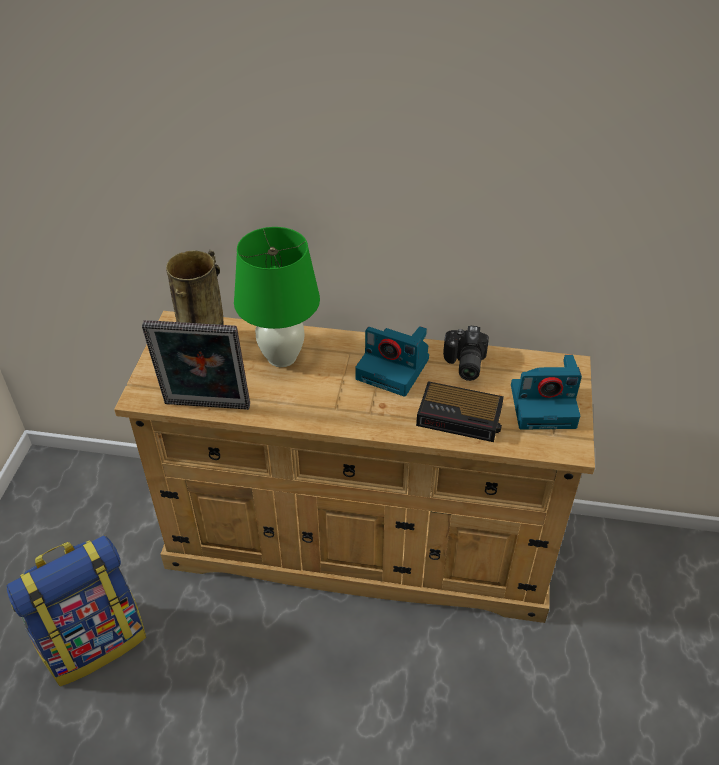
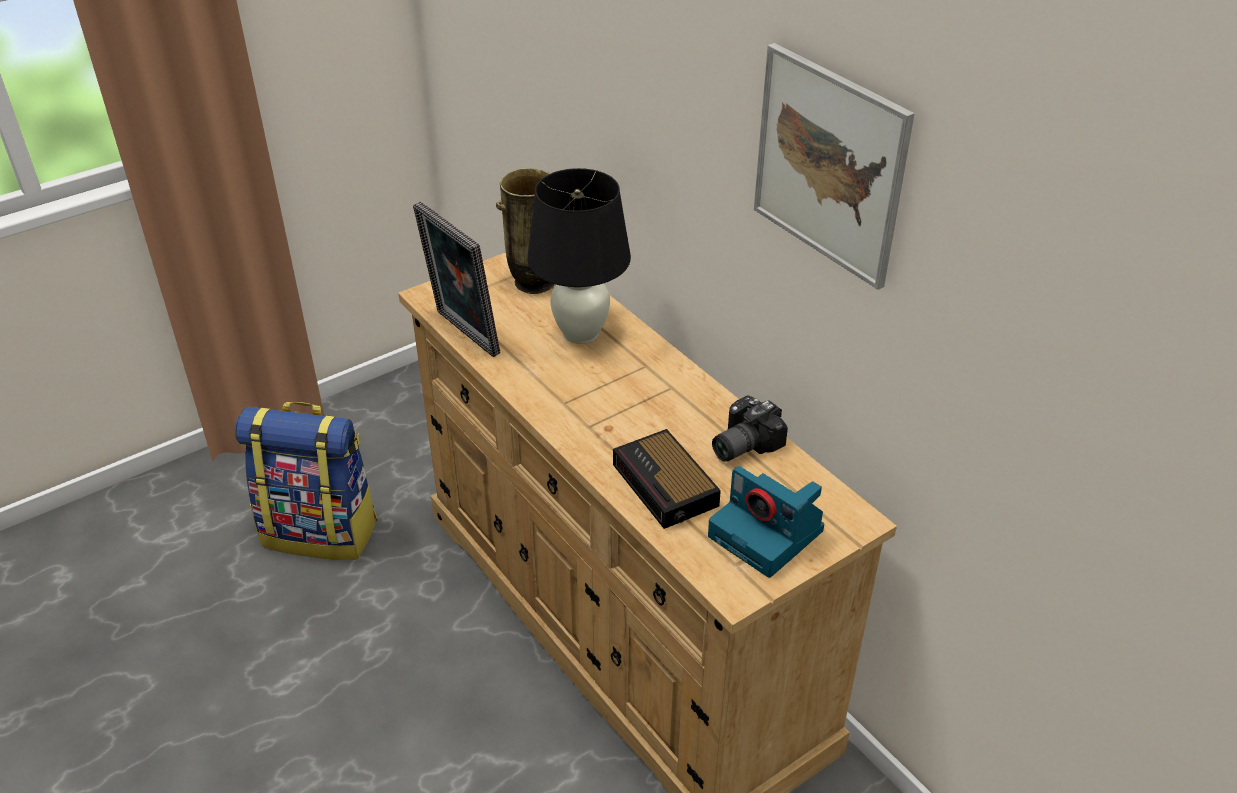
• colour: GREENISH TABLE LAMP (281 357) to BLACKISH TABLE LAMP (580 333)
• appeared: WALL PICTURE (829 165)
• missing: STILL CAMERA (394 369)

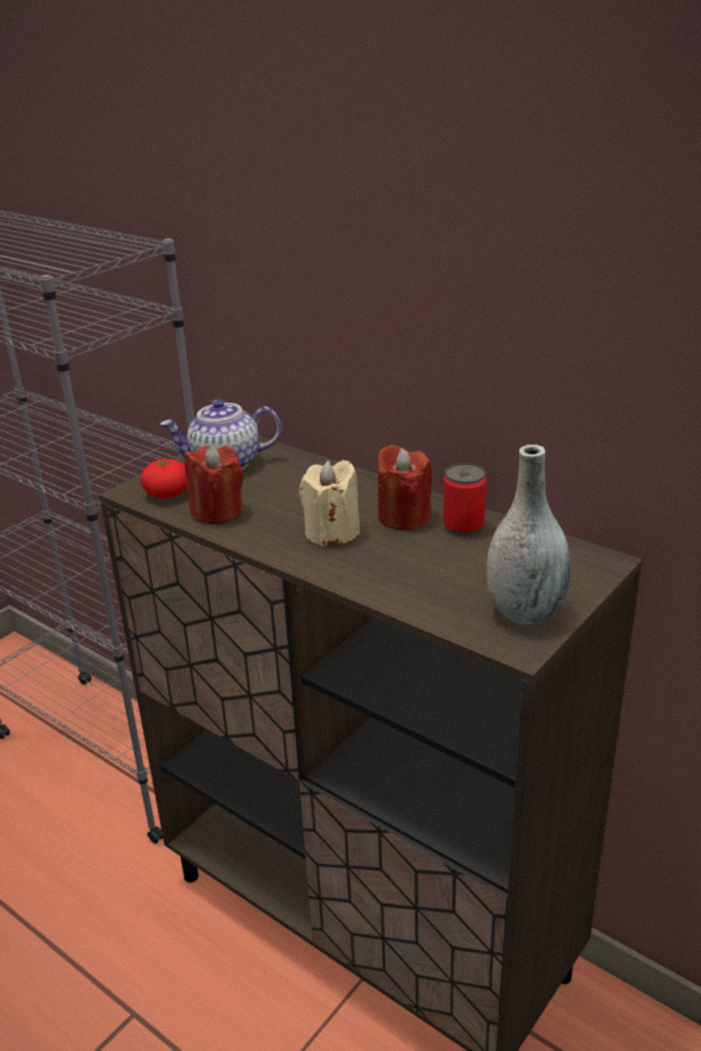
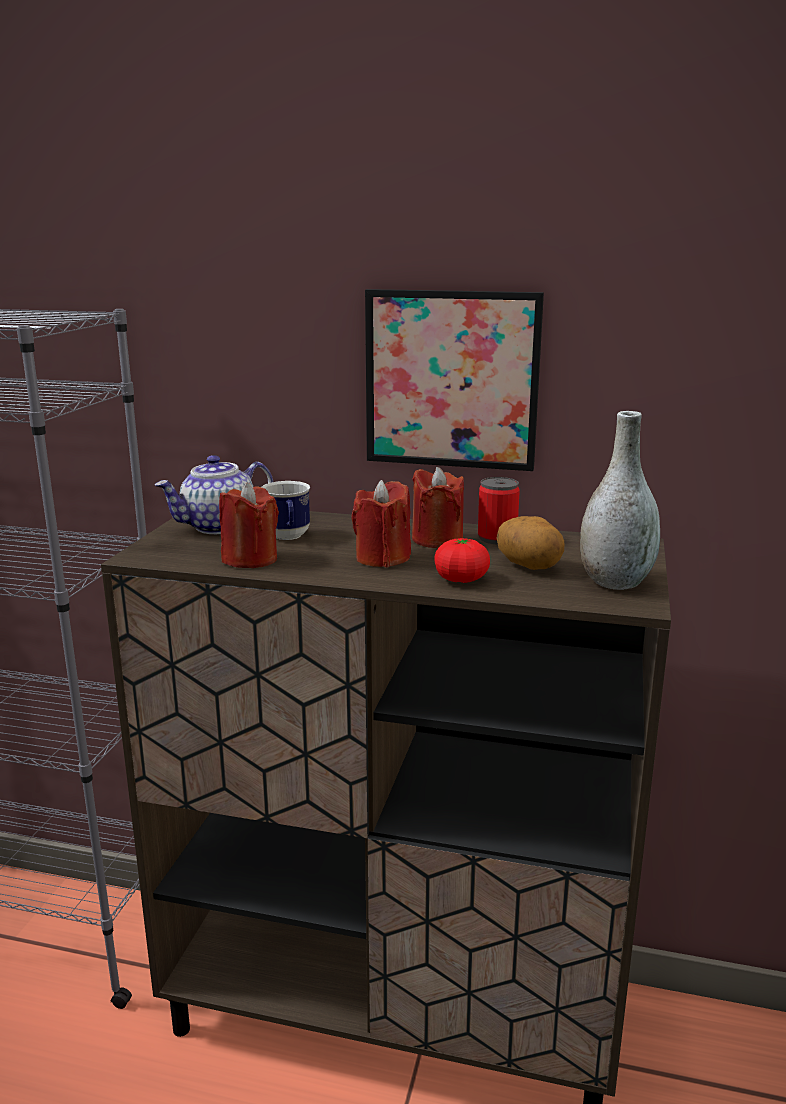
• appeared: MUG (288 537)
• colour: BEIGE WAX LIGHT (331 533) to REDDISH WAX LIGHT (382 558)
• appeared: WALL PICTURE (451 380)
• relocated: TOMATO (167 494) to (461 579)
• appeared: POTATO (529 566)

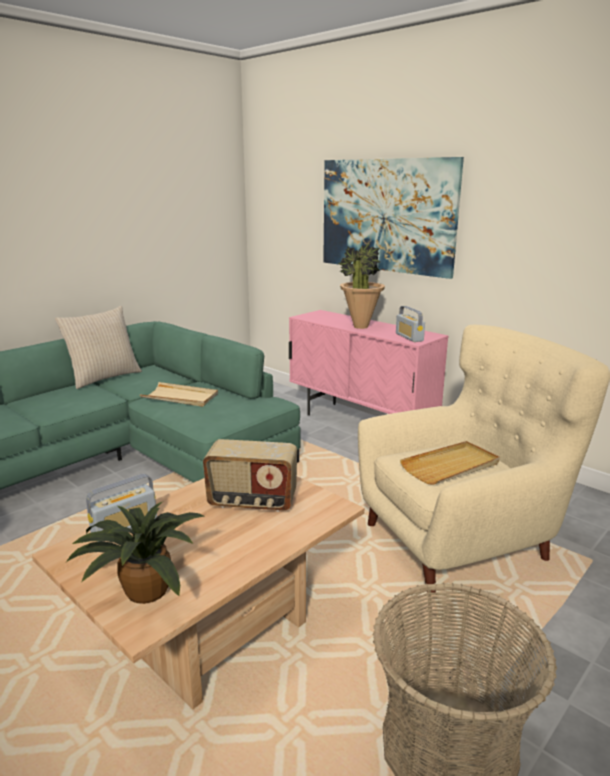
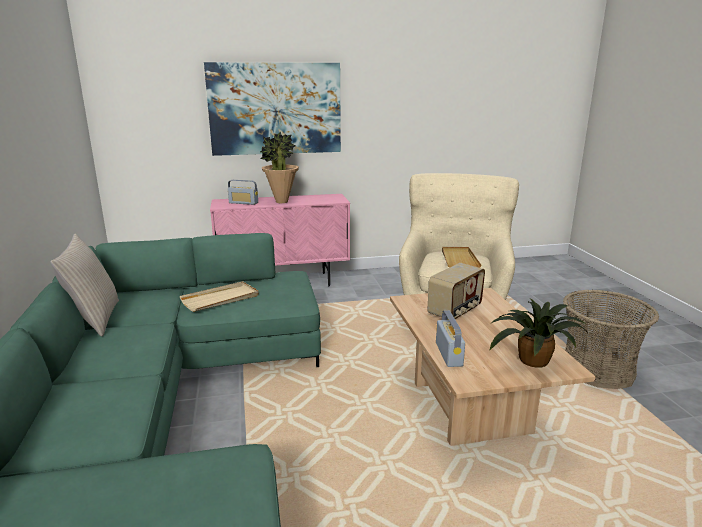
• relocated: RADIO (409 337) to (243 203)

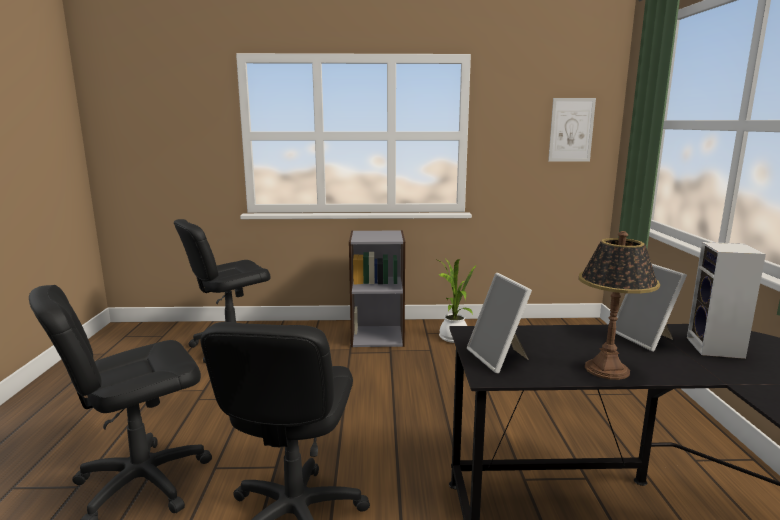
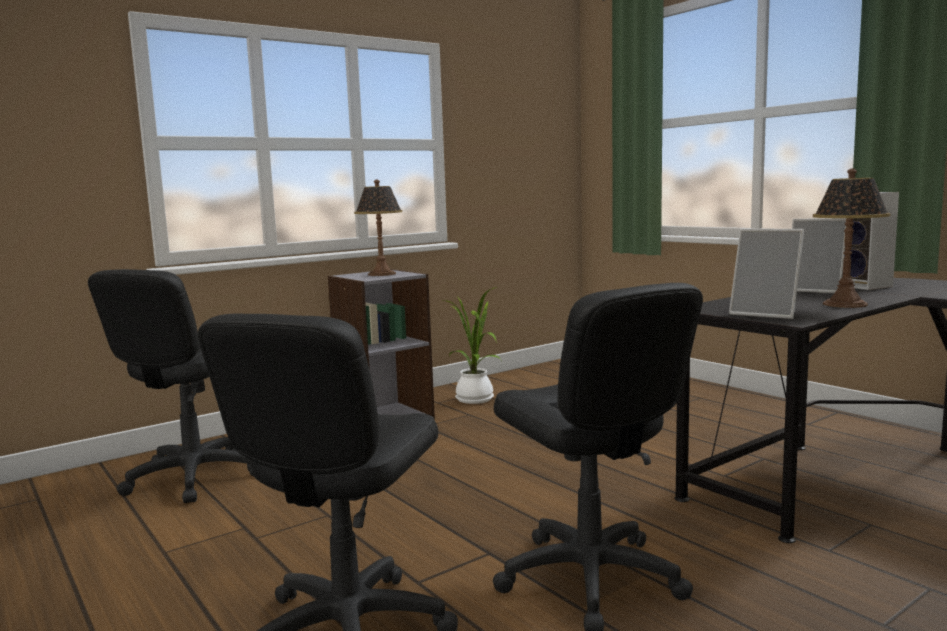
• appeared: TABLE LAMP (382 274)
• missing: WALL PICTURE (571 130)

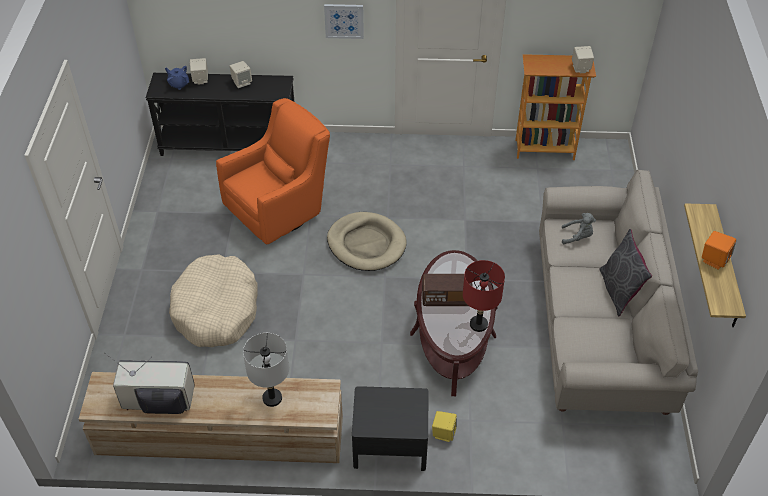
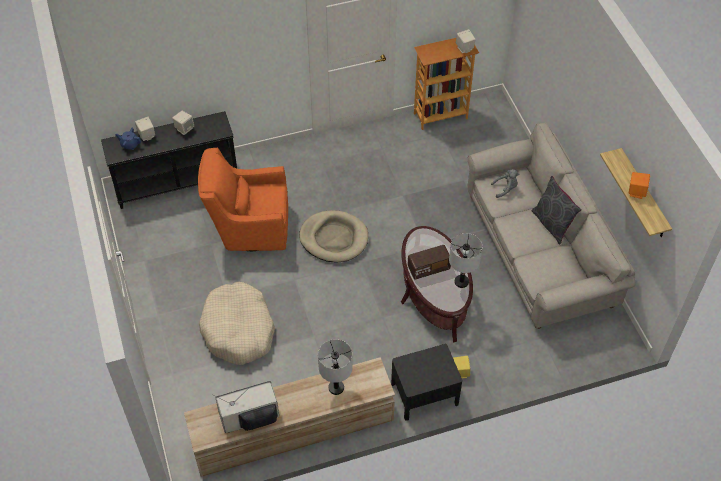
• spun: ORANGE-COLOURED LOUNGE CHAIR (280 210) = (249 229) 120 degrees counterclockwise
• colour: REDDISH TABLE LAMP (478 324) to GREYISH TABLE LAMP (461 282)
• missing: WALL PICTURE (344 20)

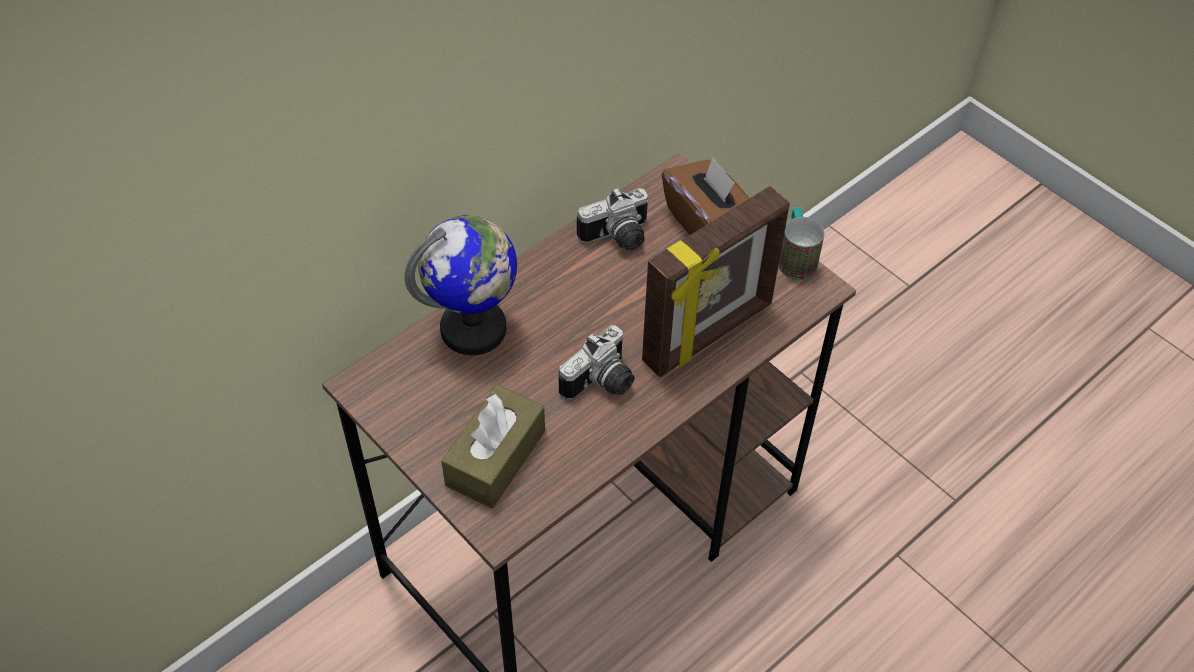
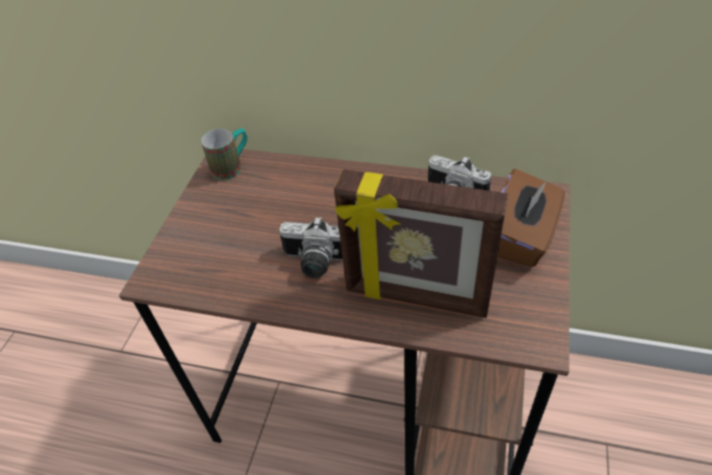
• relocated: MUG (796 258) to (232 166)
• missing: WORLD GLOBE (474 329)
• missing: BROWN BOX OF TISSUES (495 458)

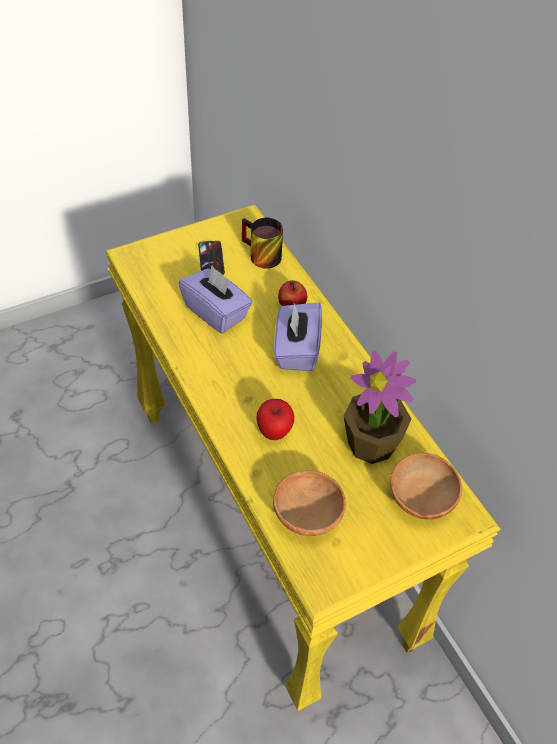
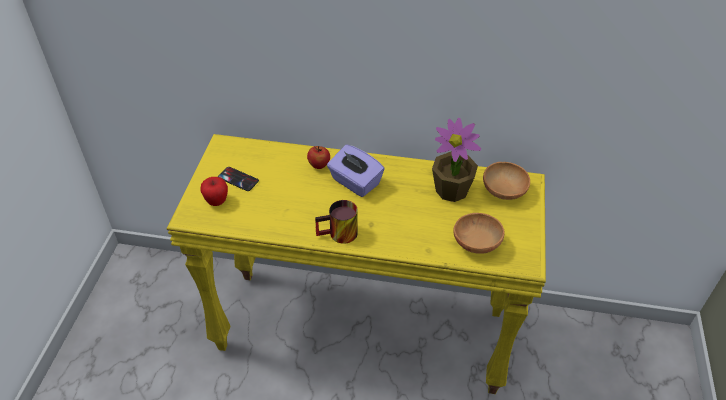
• relocated: WHOLE APPLE (274 432) to (217 201)
• relocated: MUG (259 256) to (339 235)
• missing: PURPLE-COLOURED BOX OF TISSUES (216 312)

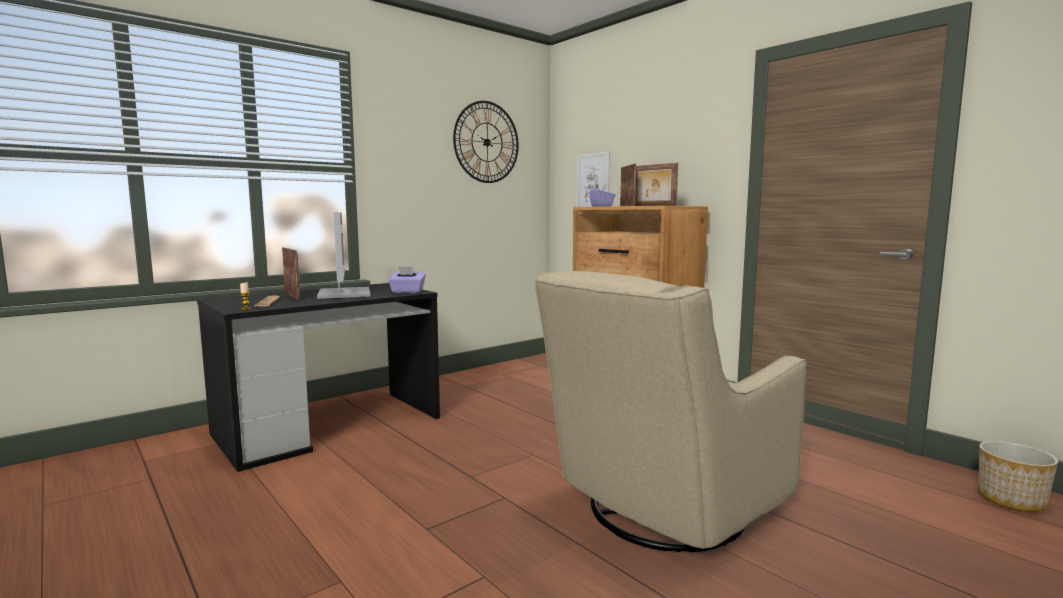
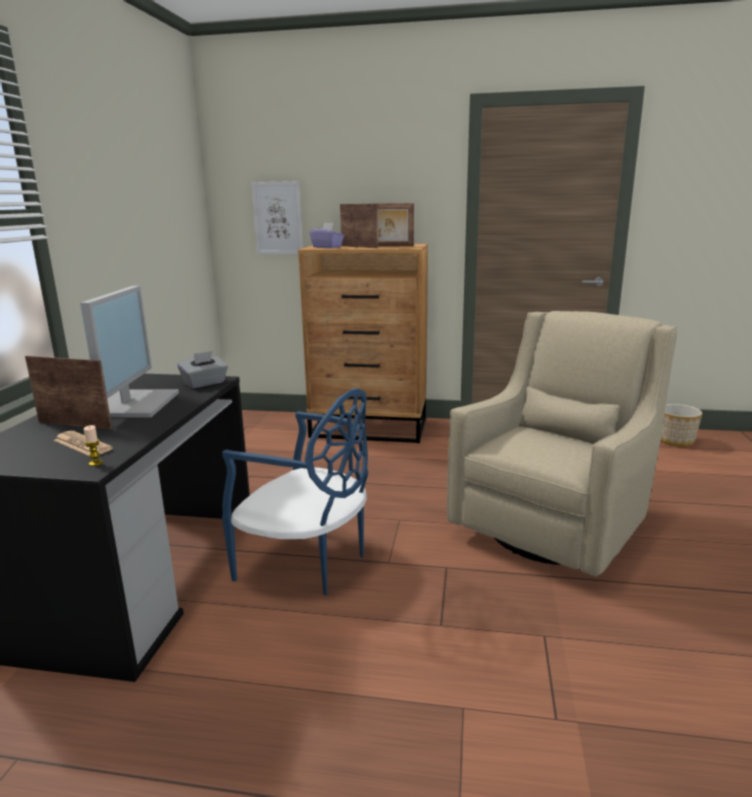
• spun: COMPUTER SCREEN (343 293) = (132 404) 60 degrees clockwise
• colour: PURPLE-COLOURED BOX OF TISSUES (407 292) to GREYISH BOX OF TISSUES (205 383)
• appeared: BLUE-COLOURED UPRIGHT CHAIR (307 563)
• spun: BEIGE LOUNGE CHAIR (660 512) = (554 526) 150 degrees counterclockwise
• missing: CLOCK ON THE WALL (487 142)

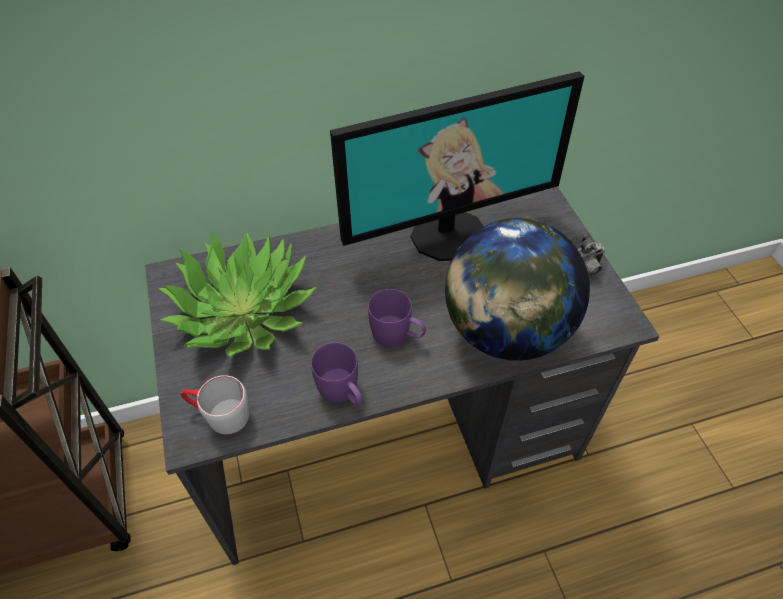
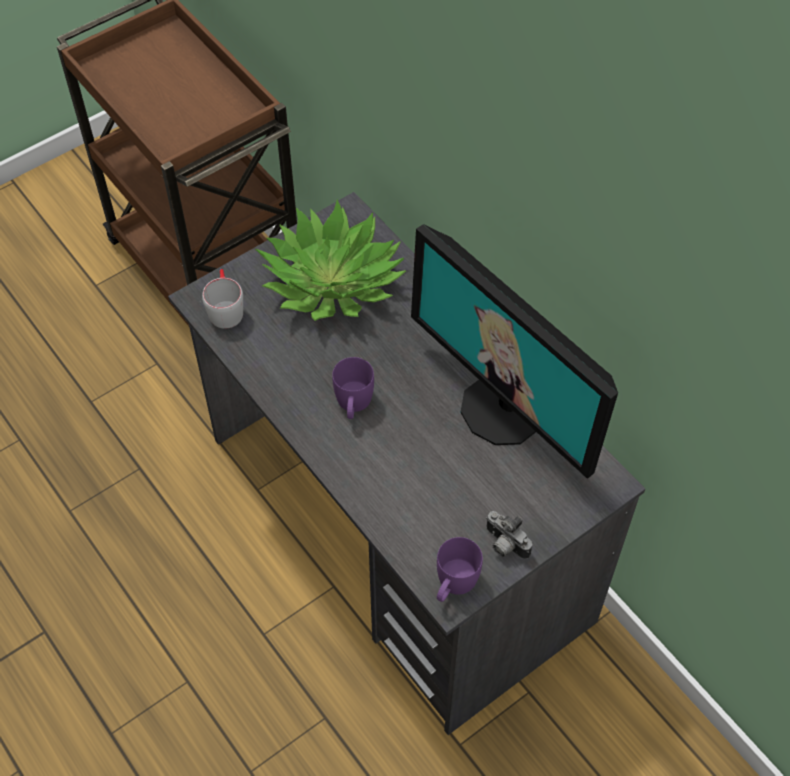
• relocated: PURPLE-COLOURED MUG (342 393) to (453 585)
• missing: WORLD GLOBE (505 331)

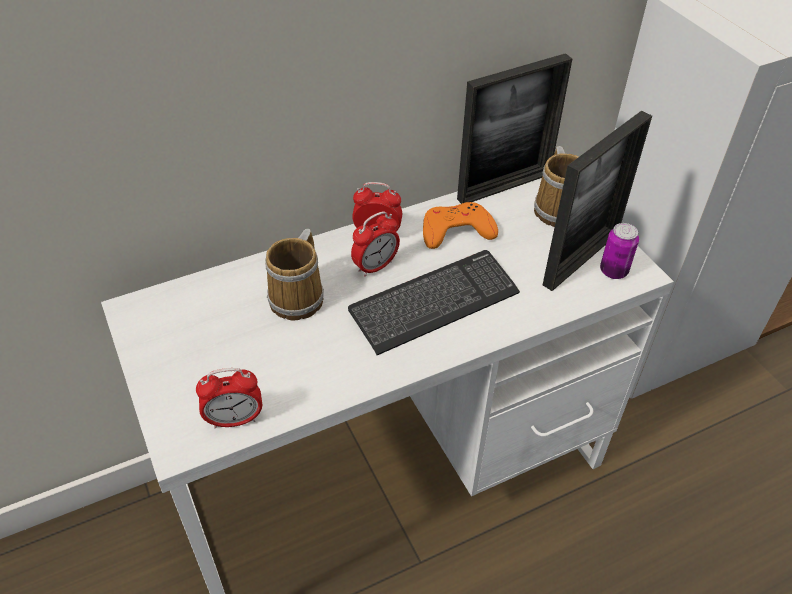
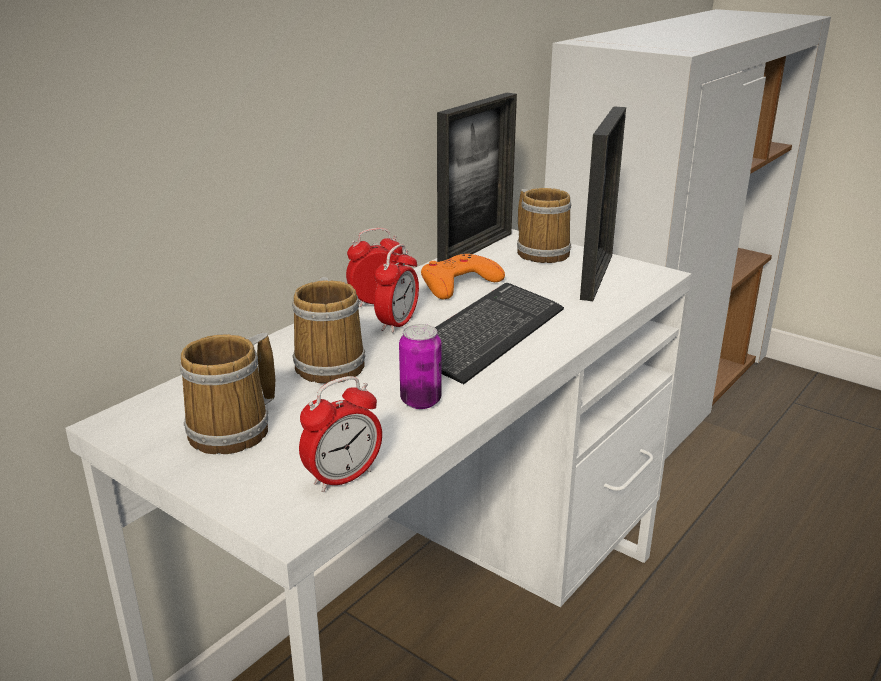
• appeared: MUG (235 430)
• relocated: CAN (613 271) to (420 401)

